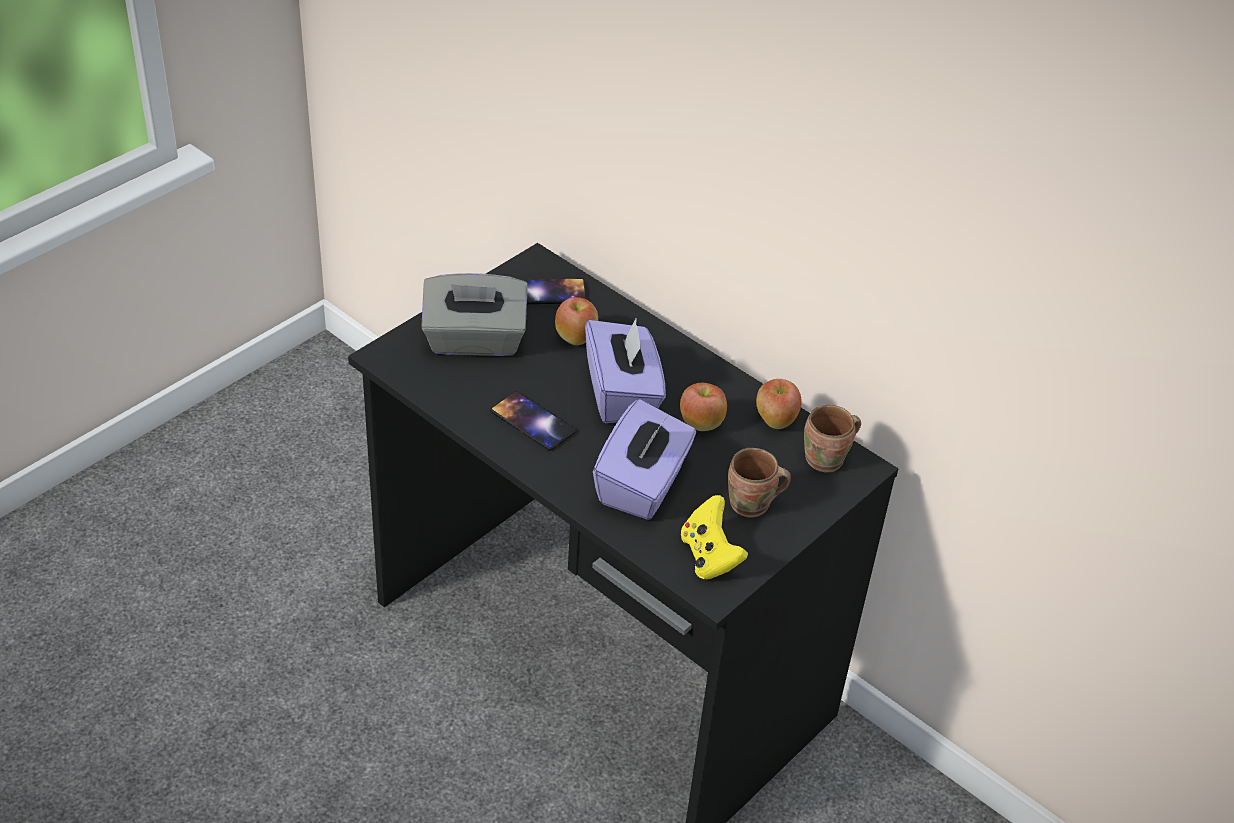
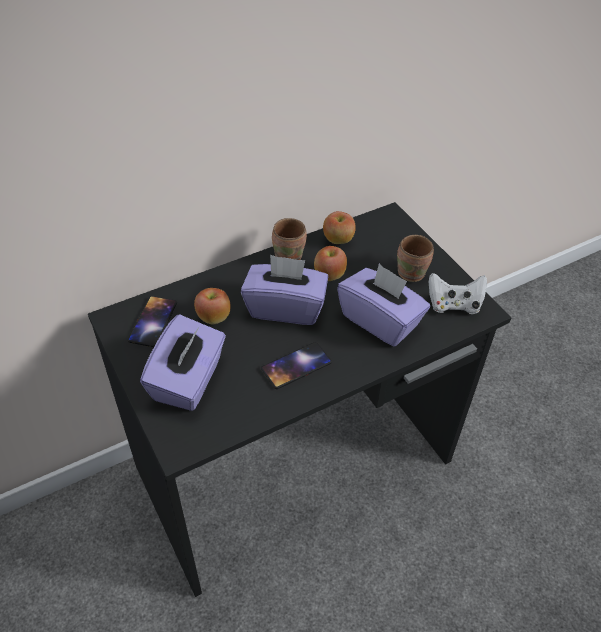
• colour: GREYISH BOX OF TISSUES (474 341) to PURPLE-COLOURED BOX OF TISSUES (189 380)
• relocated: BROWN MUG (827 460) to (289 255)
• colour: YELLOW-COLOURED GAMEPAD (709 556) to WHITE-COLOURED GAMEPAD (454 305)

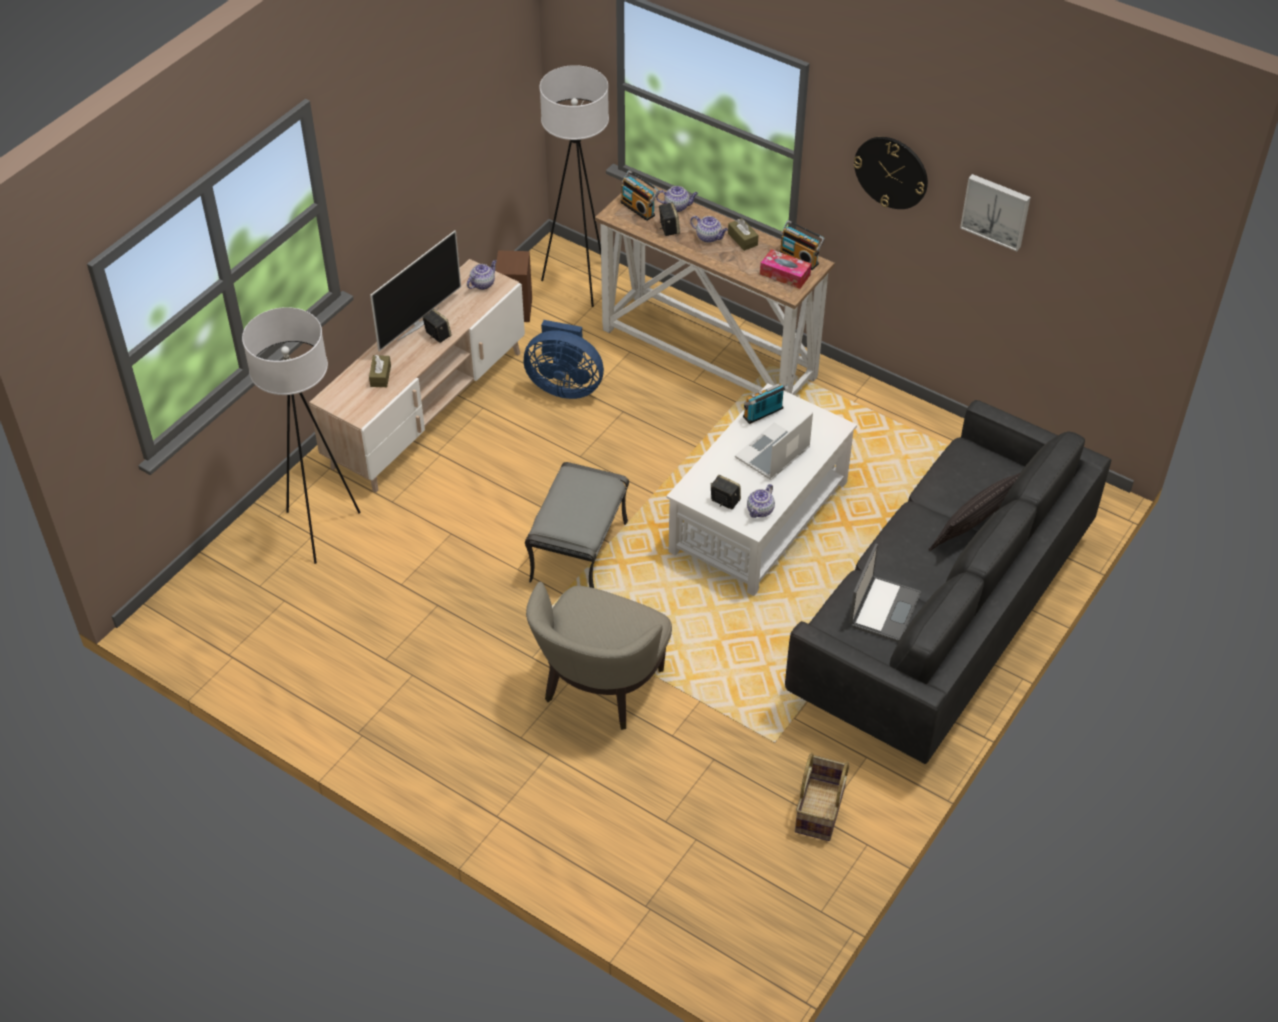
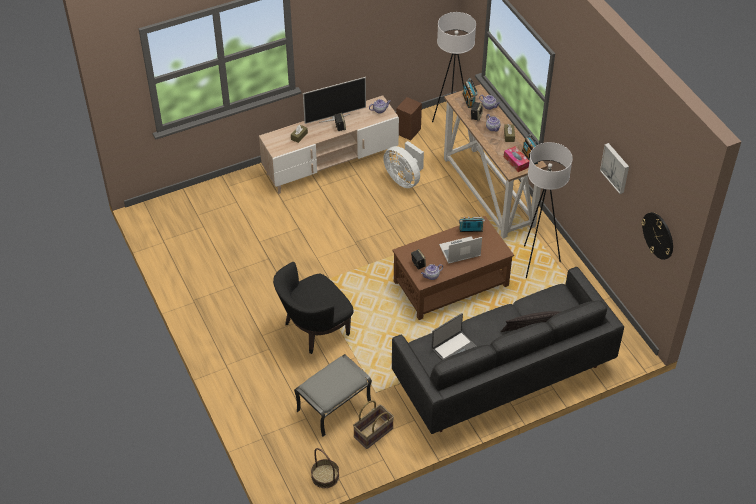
• colour: BEIGE LOUNGE CHAIR (600 687) to BLACKISH LOUNGE CHAIR (314 329)
• relocated: GREYISH OTTOMAN (578 550) to (334 405)
• appeared: BASKET (325 476)
• colour: BLUE-COLOURED COOLING FAN (564 386) to WHITE-COLOURED COOLING FAN (404 179)
• colour: WHITE-COLOURED COFFEE TABLE (758 517) to BROWN COFFEE TABLE (450 283)
• relocated: WHITE-COLOURED STANDARD LAMP (320 529) to (536 262)
• relocated: CLOCK ON THE WALL (891 172) to (658 235)

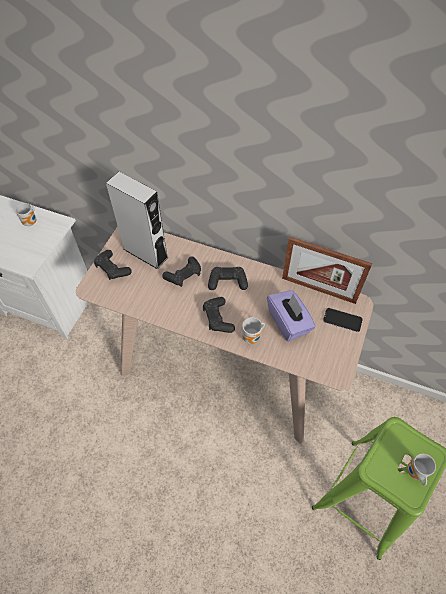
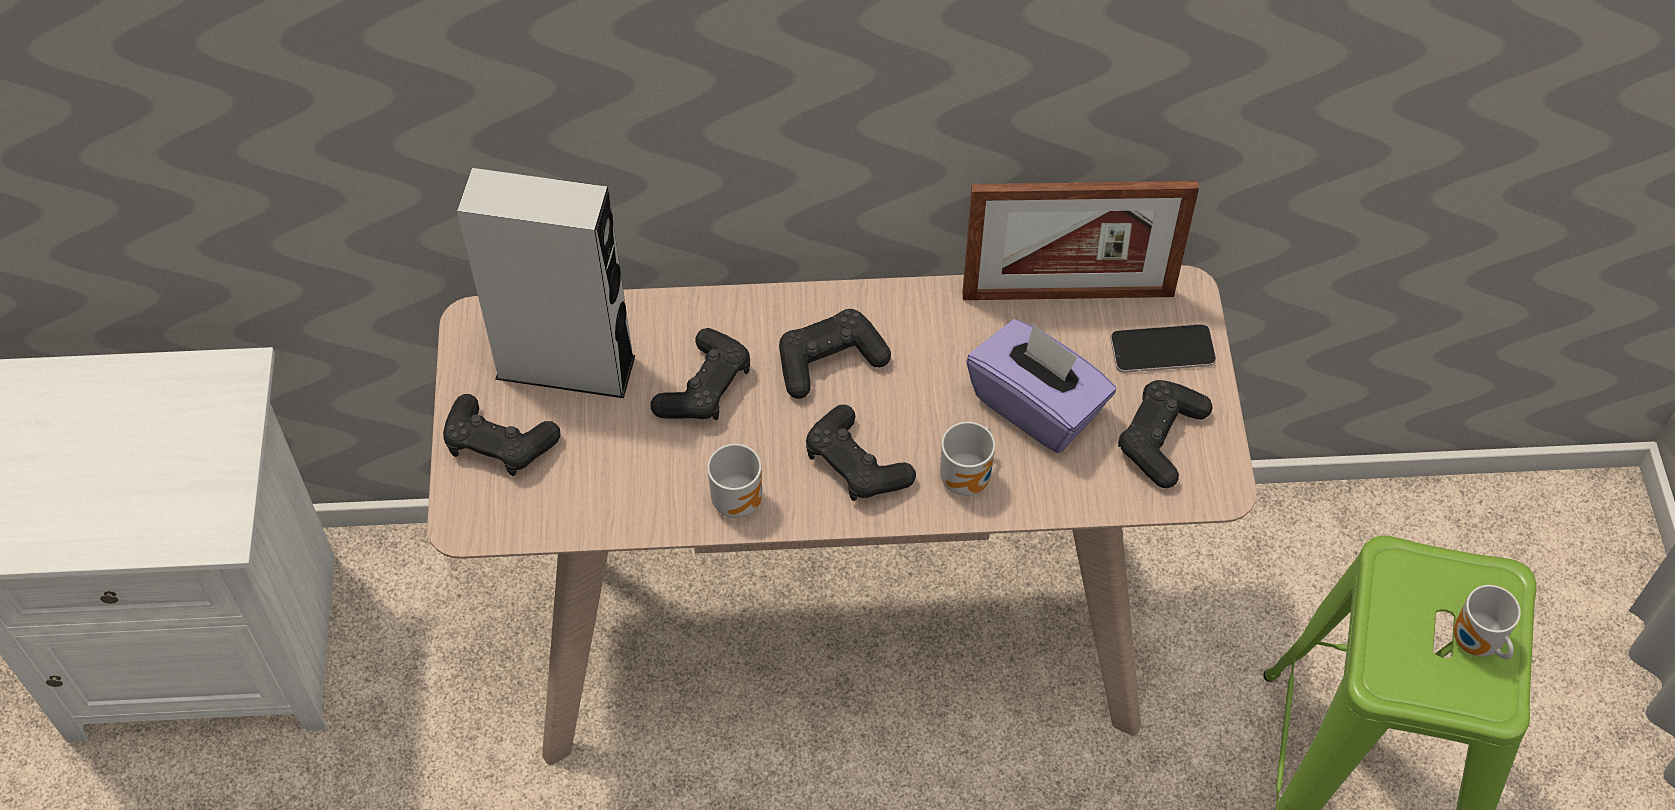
• relocated: MUG (31 222) to (739 498)
• appeared: BLACKISH GAMEPAD (1160 439)

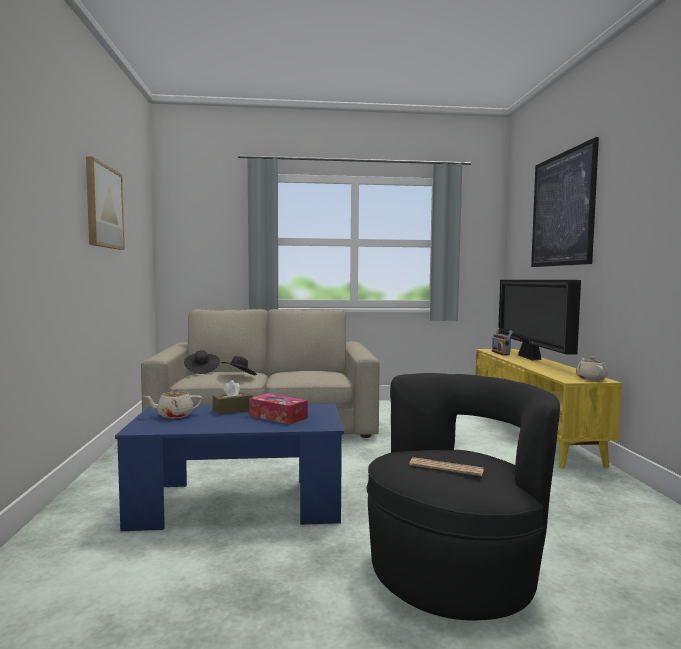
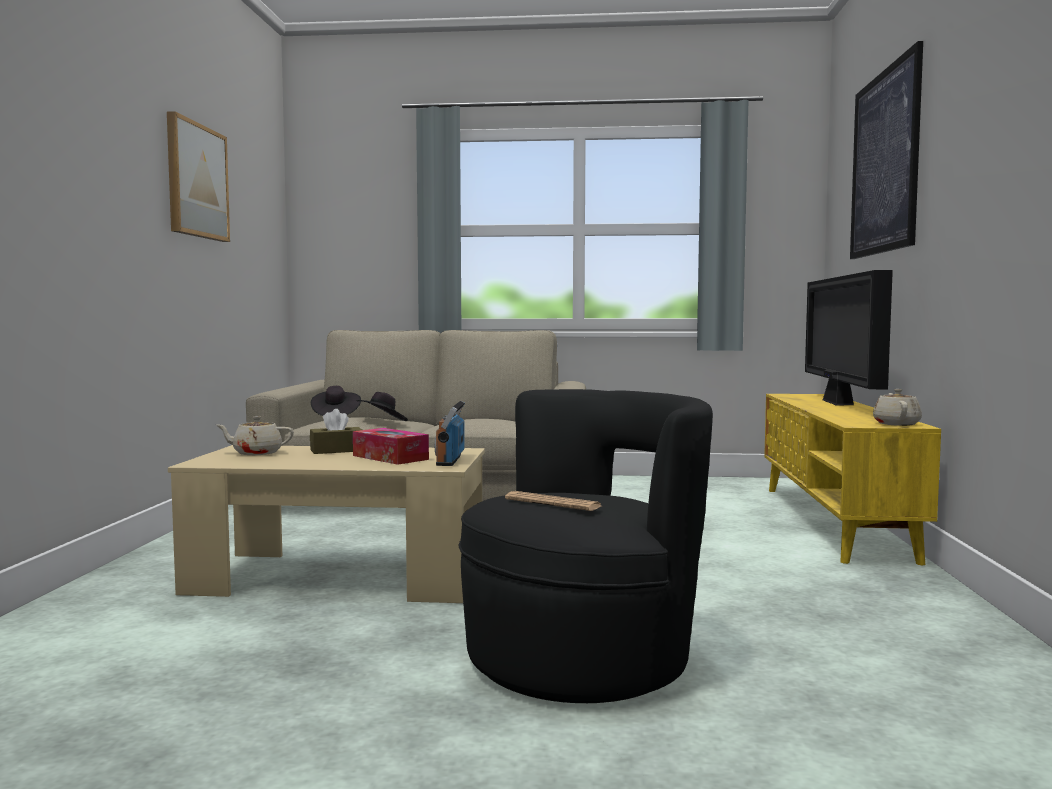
• colour: BLUE-COLOURED COFFEE TABLE (239 503) to BEIGE COFFEE TABLE (339 577)
• relocated: RADIO (500 353) to (450 460)

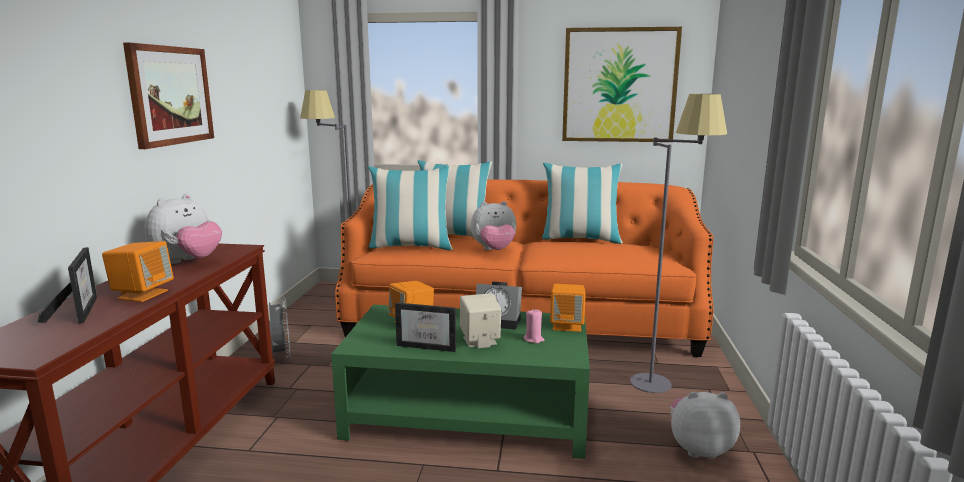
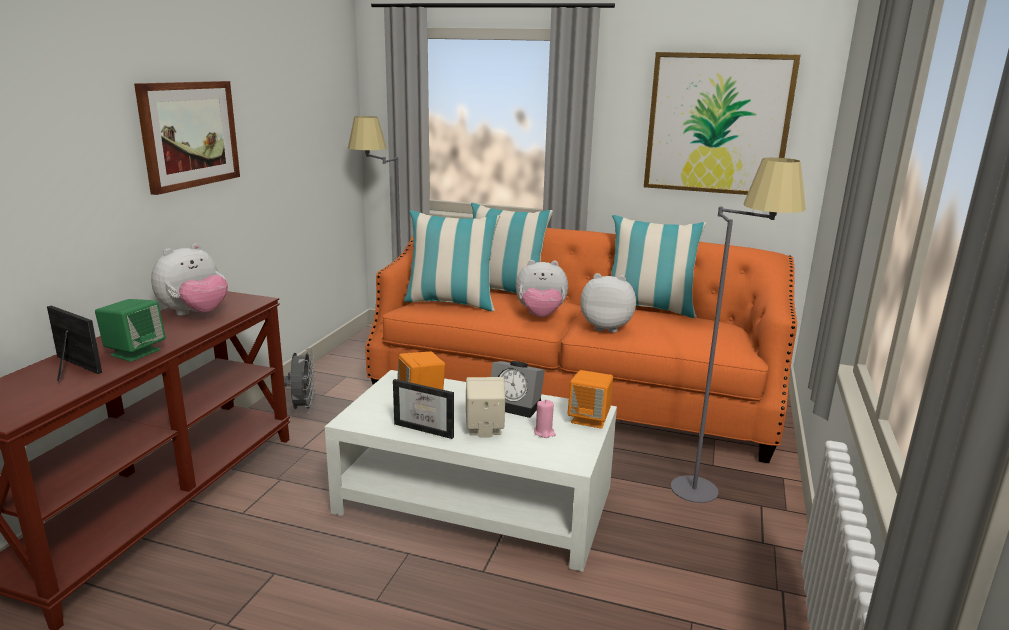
• spun: STANDING FRAME (79 311) = (70 367) 45 degrees counterclockwise
• colour: ORANGE-COLOURED SPEAKER (142 294) to GREENISH SPEAKER (135 352)
• colour: GREENISH COFFEE TABLE (468 413) to WHITE-COLOURED COFFEE TABLE (475 500)
• relocated: SOFT TOY (698 449) to (606 327)

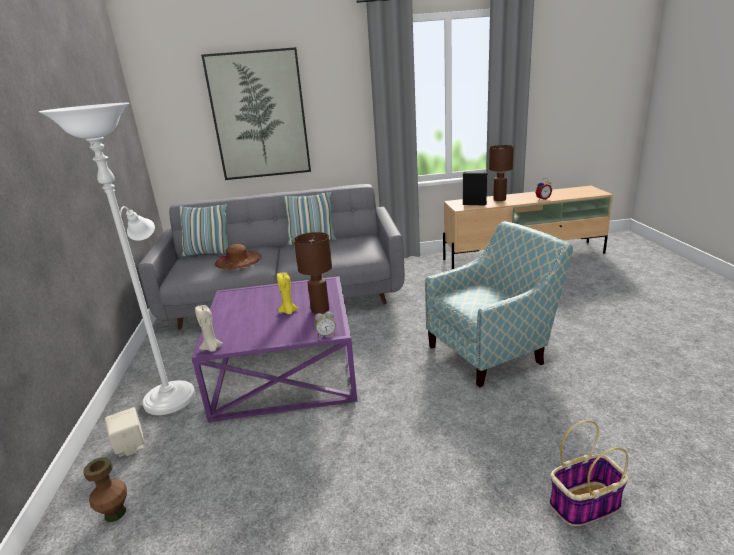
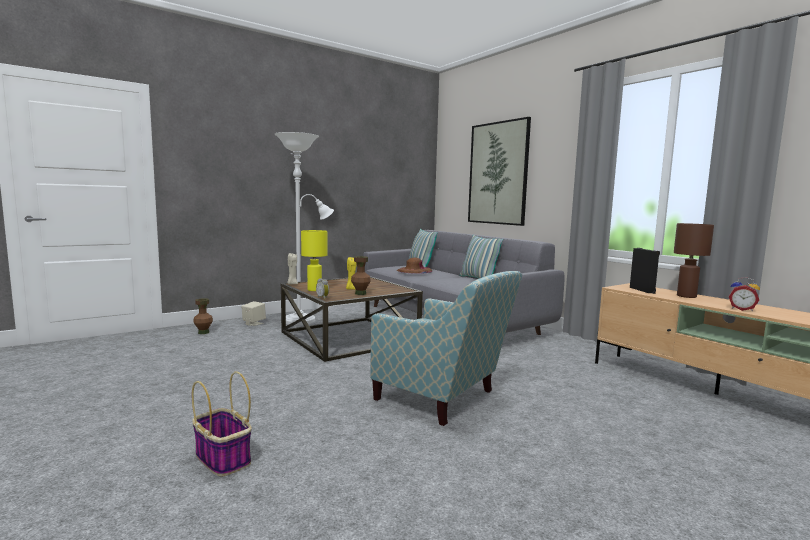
• colour: PURPLE-COLOURED COFFEE TABLE (285 368) to BROWN COFFEE TABLE (350 337)
• appeared: YELLOW-COLOURED TABLE LAMP (315 290)
• exchanged: BROWN TABLE LAMP (320 309) to BROWN DECORATIVE VASE (360 293)

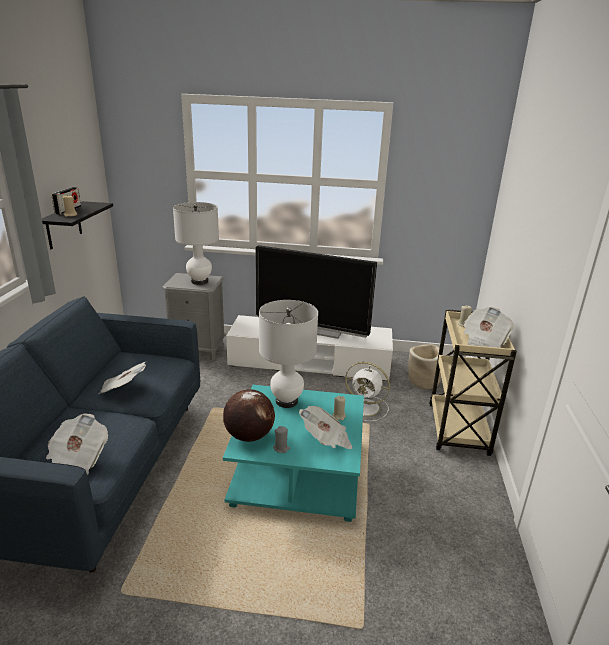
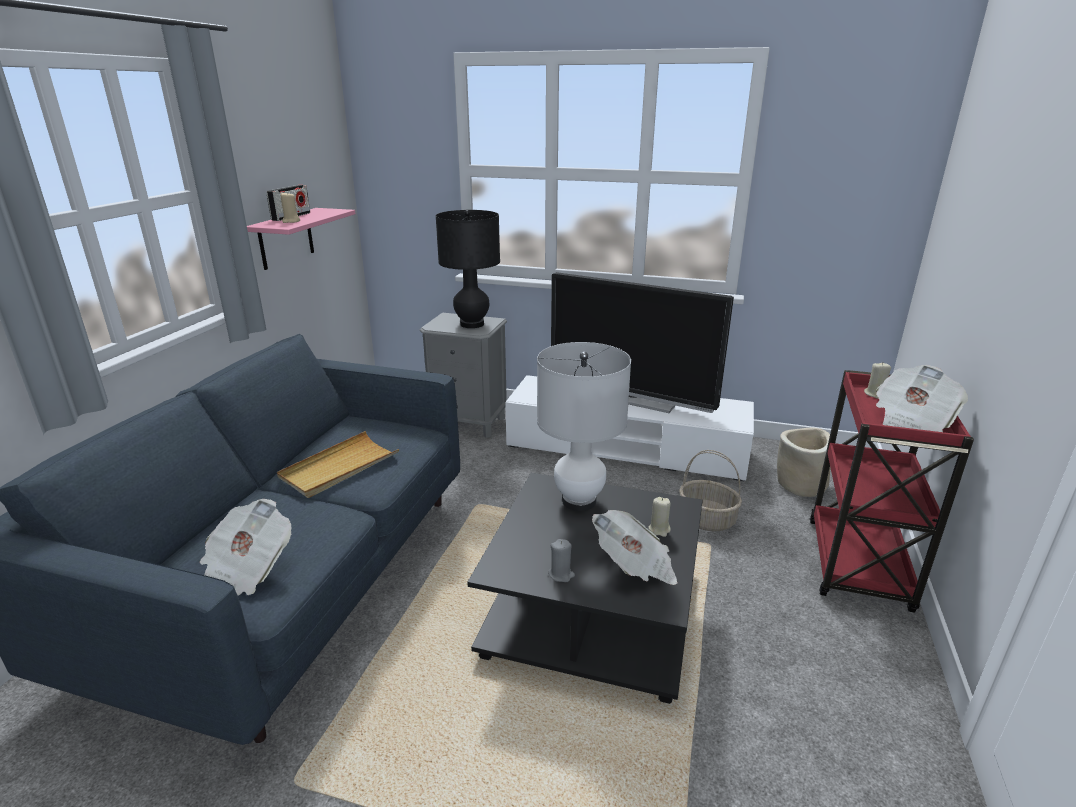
• colour: BLACKISH SHELF (63 225) to PINKISH SHELF (286 238)
• exchanged: PRINTED PAPER (123 389) to BEIGE SERVING TRAY (339 468)
• colour: WHITE-COLOURED TABLE LAMP (199 281) to BLACKISH TABLE LAMP (472 324)
• colour: TURQUOISE-COLOURED COFFEE TABLE (297 472) to BLACKISH COFFEE TABLE (590 612)
• exchanged: WHITE-COLOURED COOLING FAN (366 408) to BASKET (707 519)
• colour: BEIGE TROLLEY (458 430) to REDDISH TROLLEY (858 566)
• missing: WORLD GLOBE (249 436)

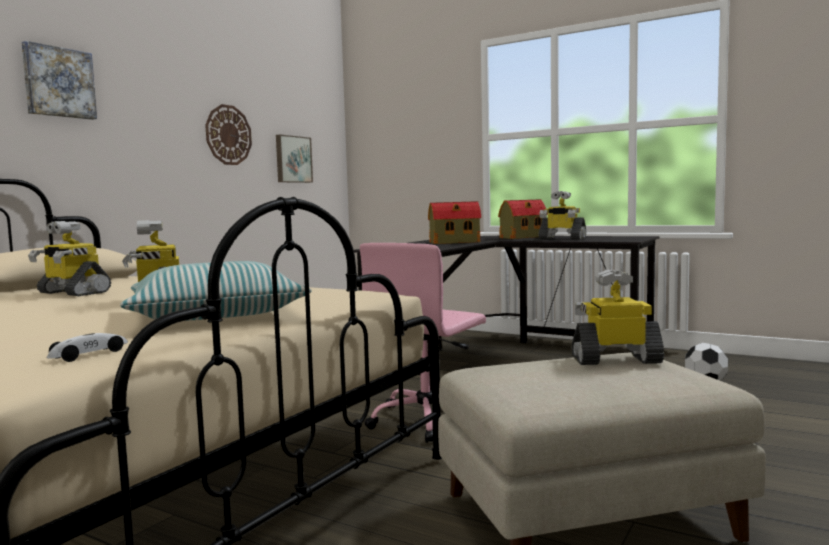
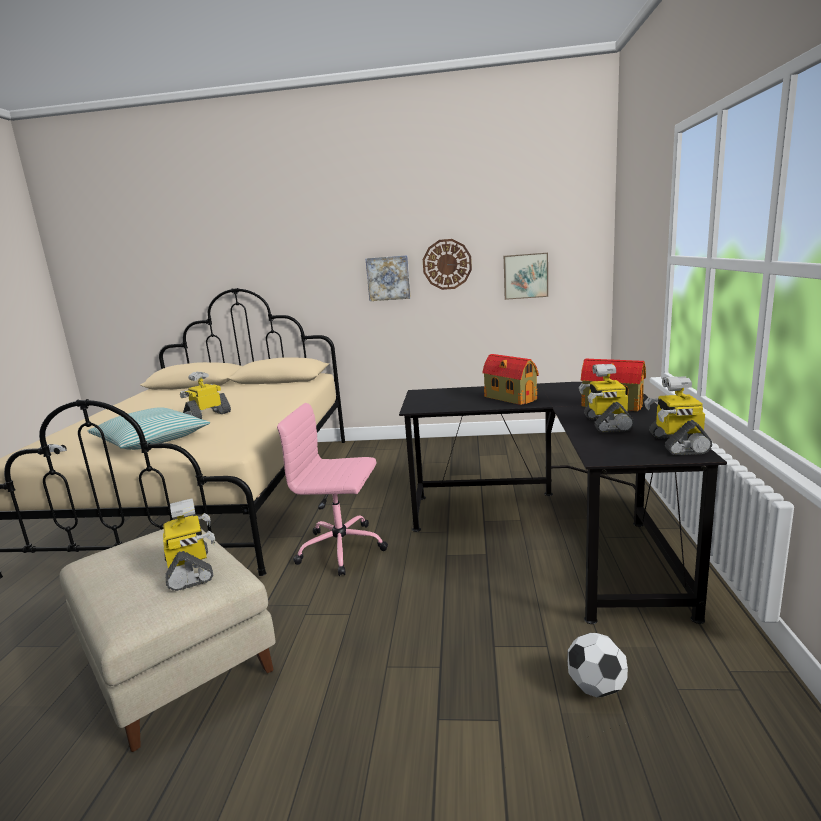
• relocated: WALL PICTURE (58 82) to (388 278)
• relocated: MODEL ROBOT (72 293) to (676 443)

